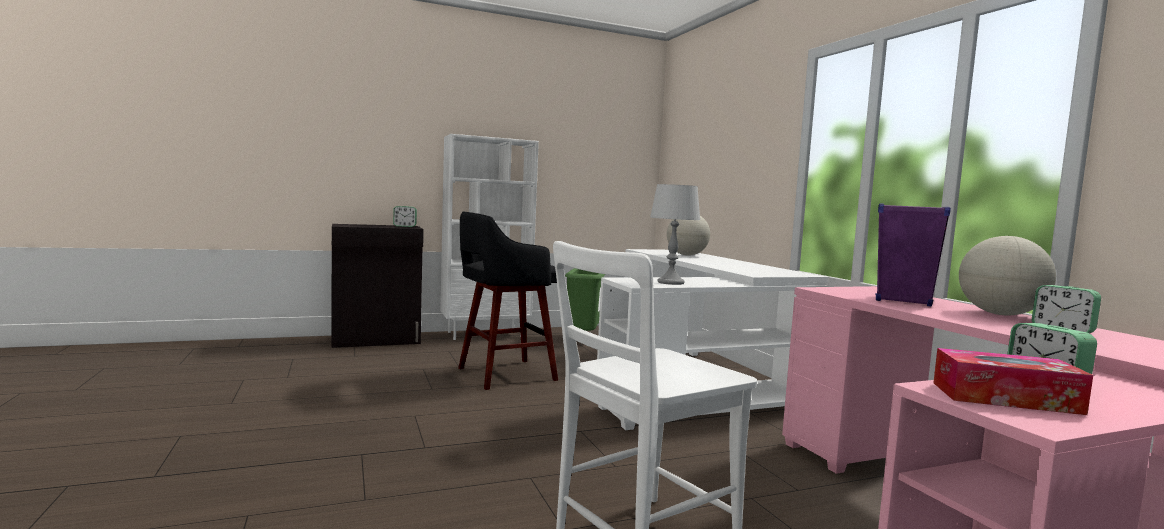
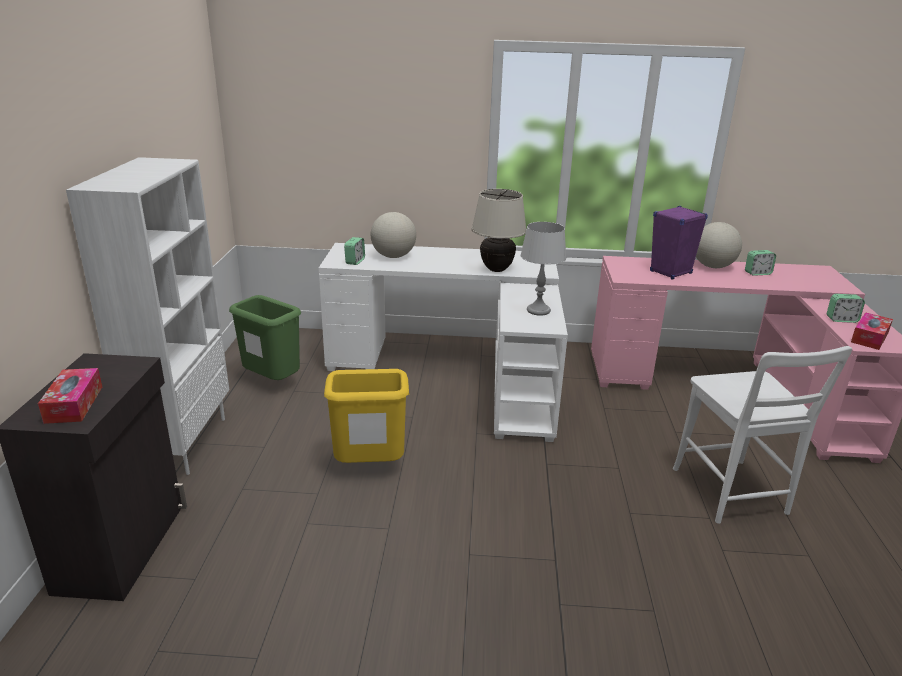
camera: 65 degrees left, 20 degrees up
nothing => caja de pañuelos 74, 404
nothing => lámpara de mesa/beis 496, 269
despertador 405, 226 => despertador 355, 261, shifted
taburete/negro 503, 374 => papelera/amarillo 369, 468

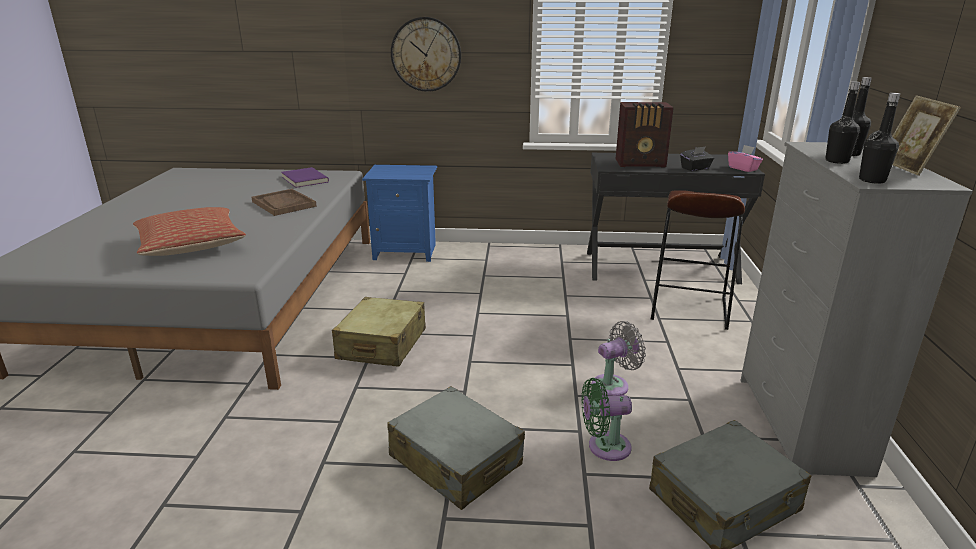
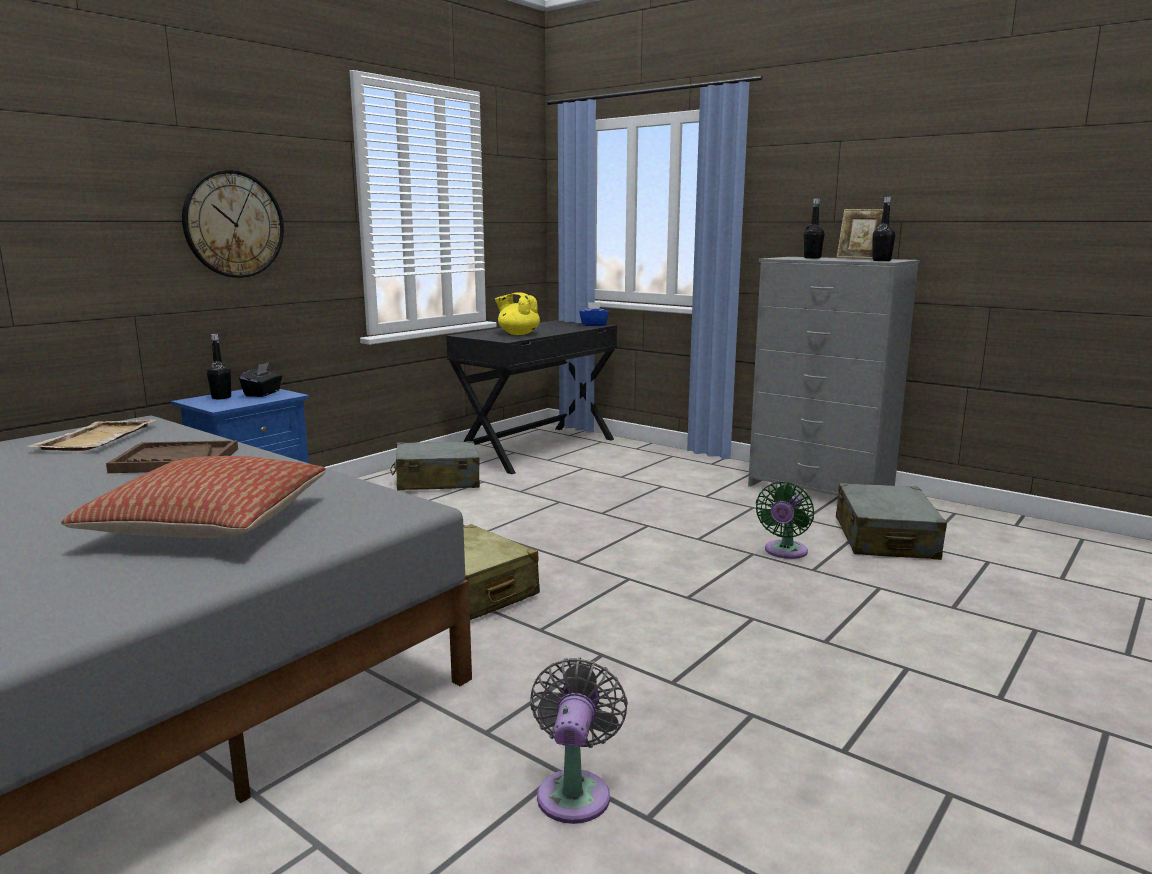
camera: 55 degrees left, 10 degrees down
taburete/marrón 688, 308 => nothing
maleta/gris 455, 461 => maleta/gris 437, 481, shifted
ventilador/gris 613, 385 => ventilador/gris 575, 791, shifted
caja de pañuelos/negro 695, 168 => caja de pañuelos/negro 263, 393, shifted
botella/negro 837, 161 => botella/negro 221, 397, shifted
libro/morado 303, 179 => bandeja/beis 96, 439
radio 641, 163 => tetera/amarillo 518, 334
caja de pañuelos/rosa 743, 168 => caja de pañuelos/azul 593, 325

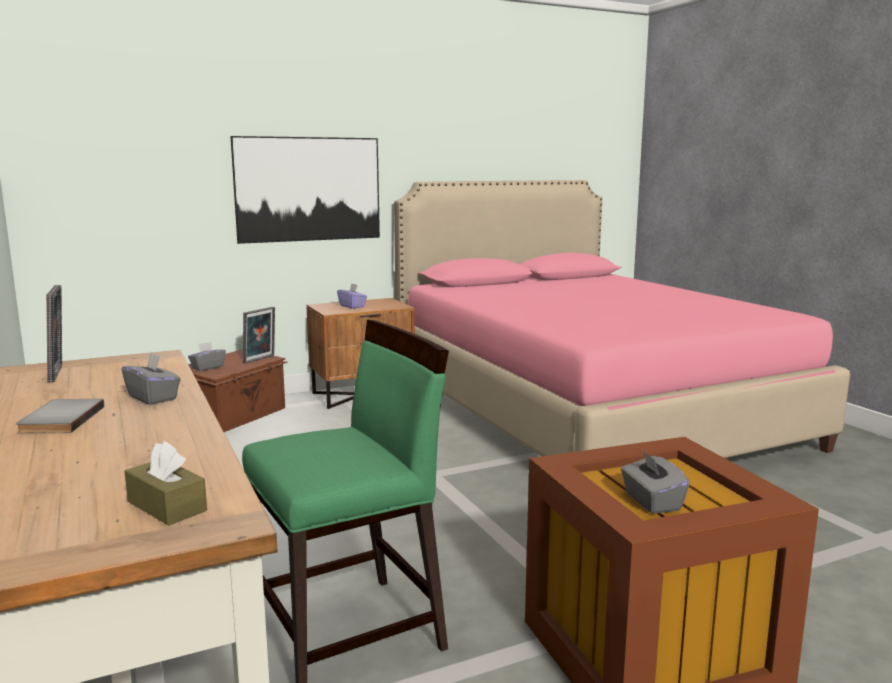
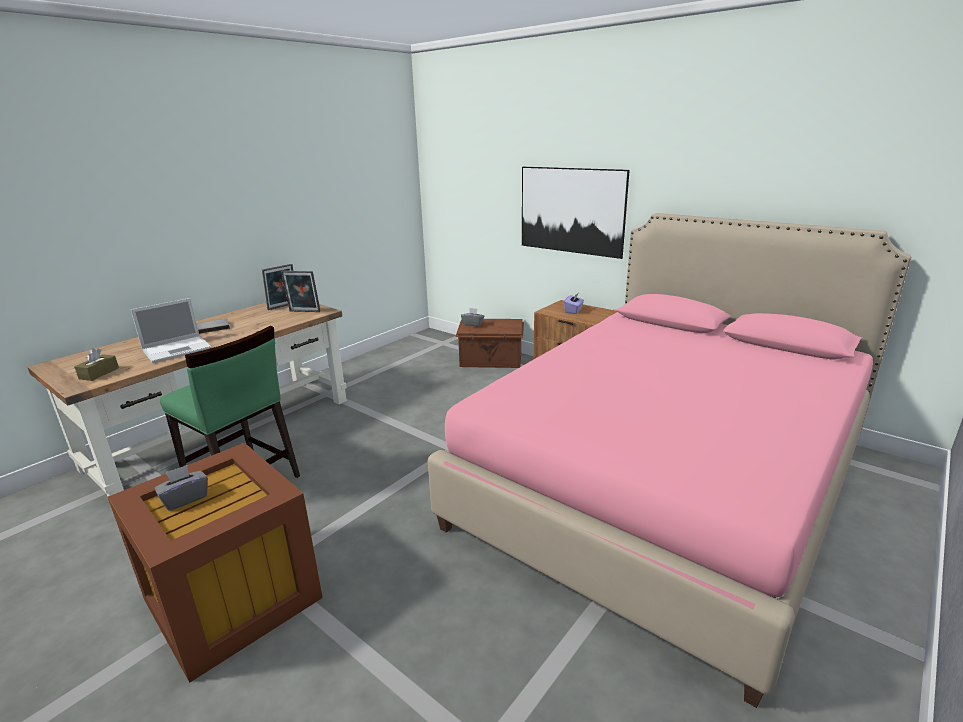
camera: 65 degrees right, 10 degrees up
caja de pañuelos/gris 153, 397 => nothing
nothing => portátil 178, 349
portarretratos 260, 359 => portarretratos 304, 312, shifted

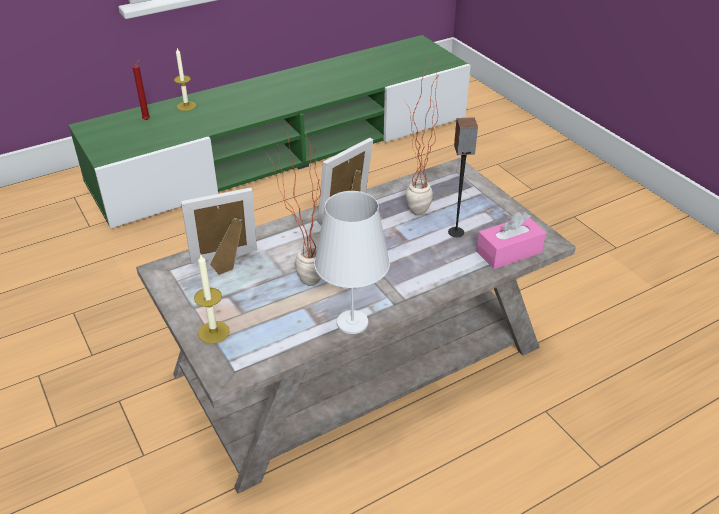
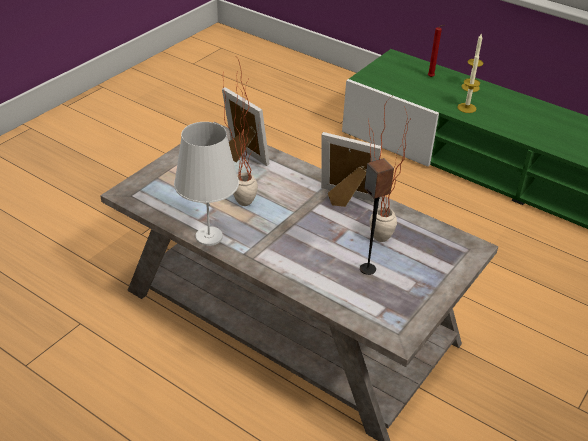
camera: 65 degrees right, 0 degrees up
caja de pañuelos/rosa 509, 252 => nothing
vela 213, 332 => vela 466, 108, shifted

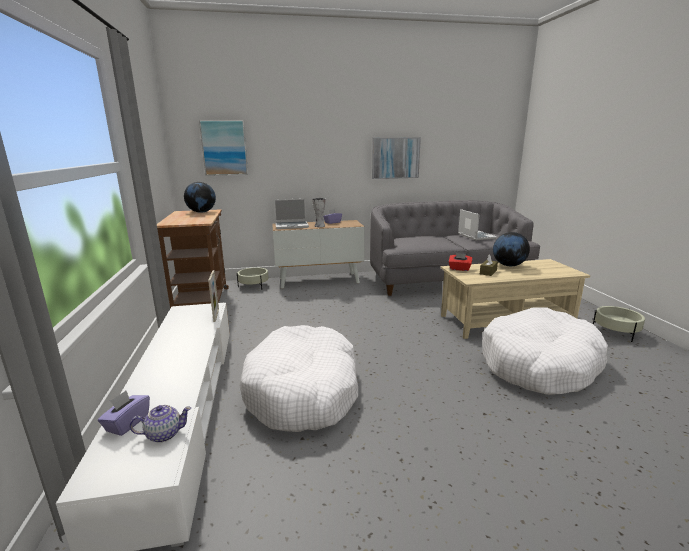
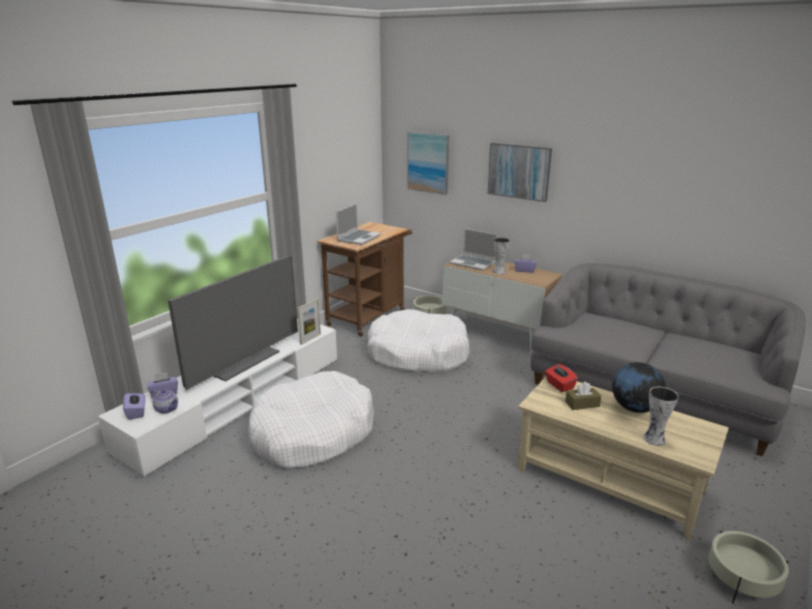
camera: 45 degrees right, 5 degrees up
globo terráqueo 201, 212 => nothing
nothing => caja de pañuelos/morado 136, 412
nothing => televisor 242, 360
nothing => florero 654, 440
cuadro 395, 158 => cuadro 519, 171, shifted
portátil 475, 236 => portátil 358, 238, shifted
cama para perro/blanco 539, 364 => cama para perro/blanco 418, 353, shifted

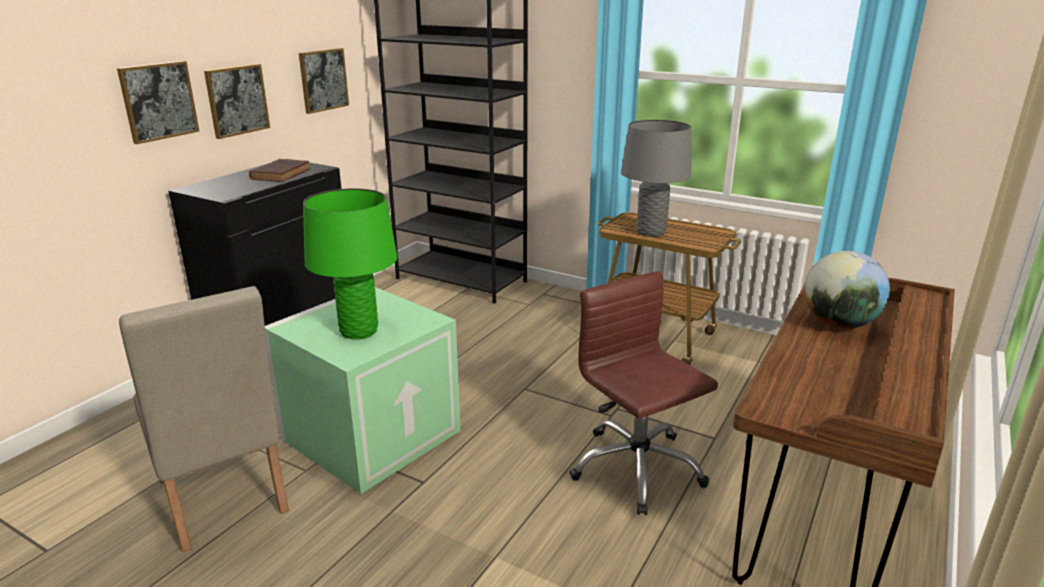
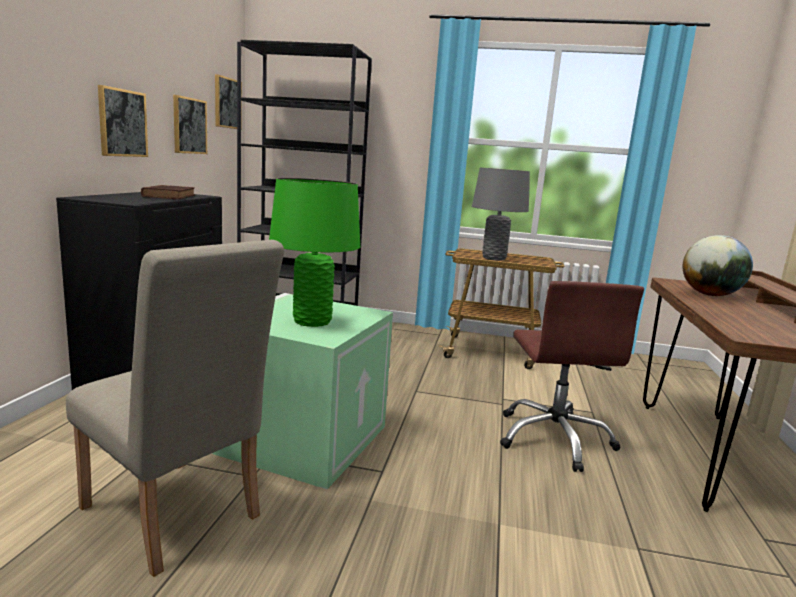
camera: 20 degrees left, 10 degrees down
cuadro 158, 101 => cuadro 227, 103, shifted
silla de oficina/marrón 636, 468 => silla de oficina/marrón 554, 439, 135 degrees counterclockwise

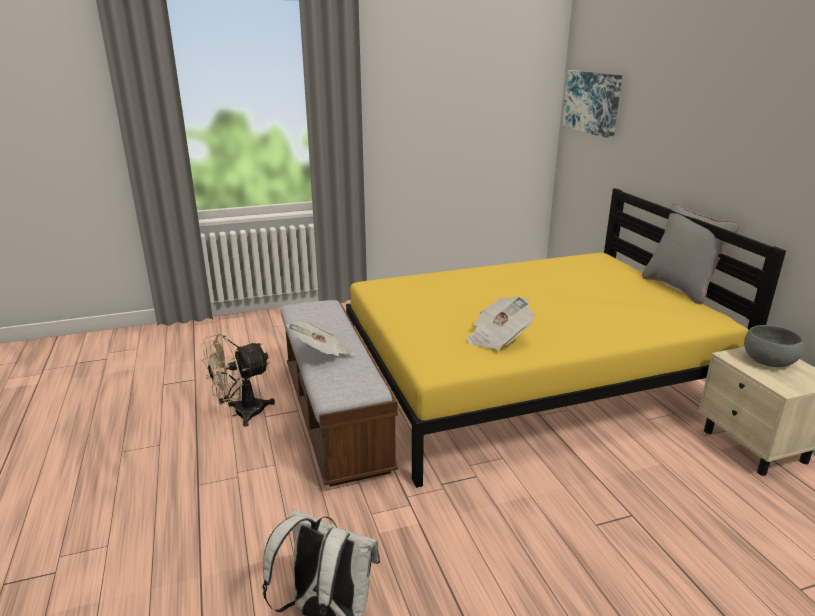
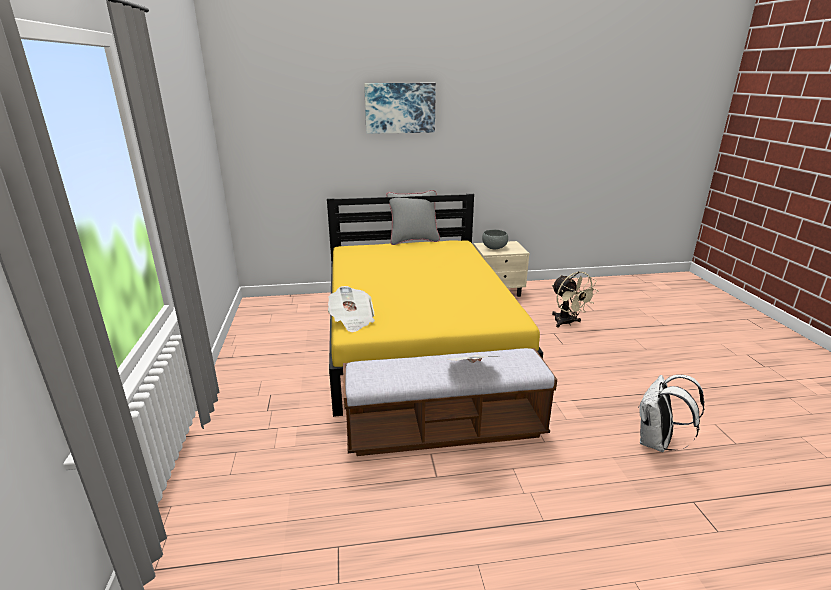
camera: 80 degrees left, 0 degrees up
ventilador/beis 241, 413 => ventilador/beis 567, 323, shifted
periódico 497, 338 => periódico 352, 320, shifted
cuadro 592, 102 => cuadro 400, 108, shifted

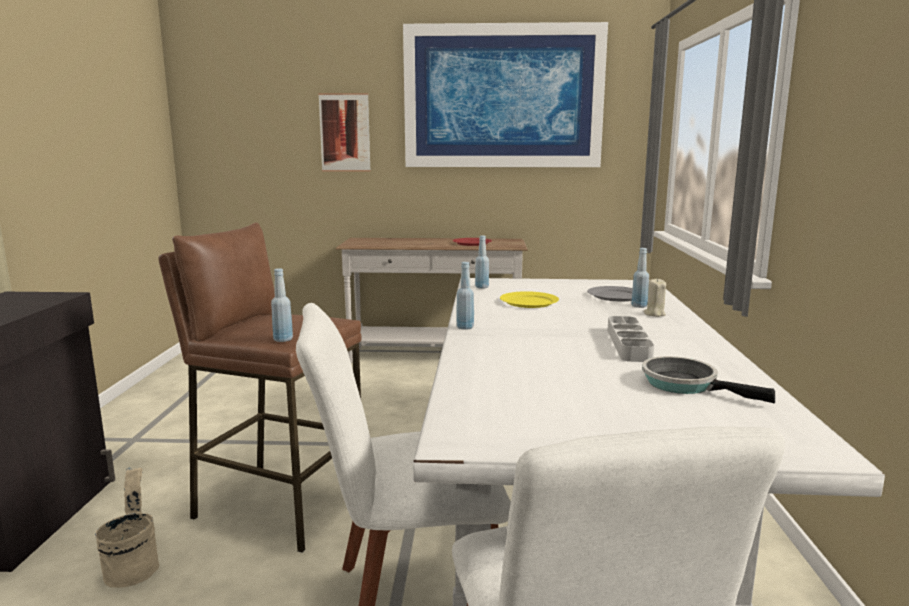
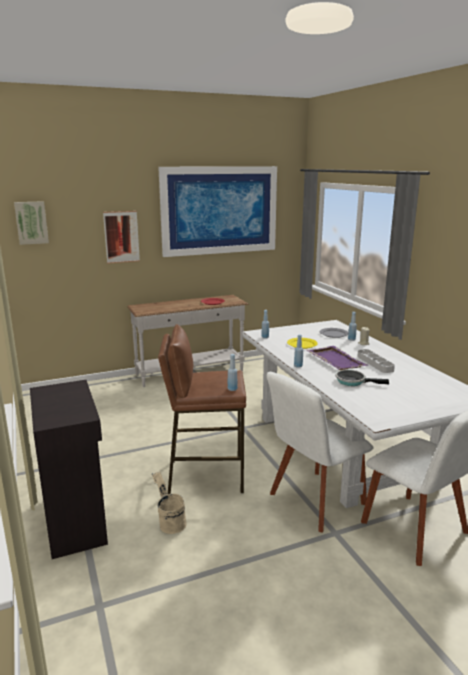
camera: 25 degrees left, 5 degrees up
nothing => cuadro 31, 222
nothing => bandeja/morado 335, 359
sartén 685, 384 => sartén 353, 381, shifted

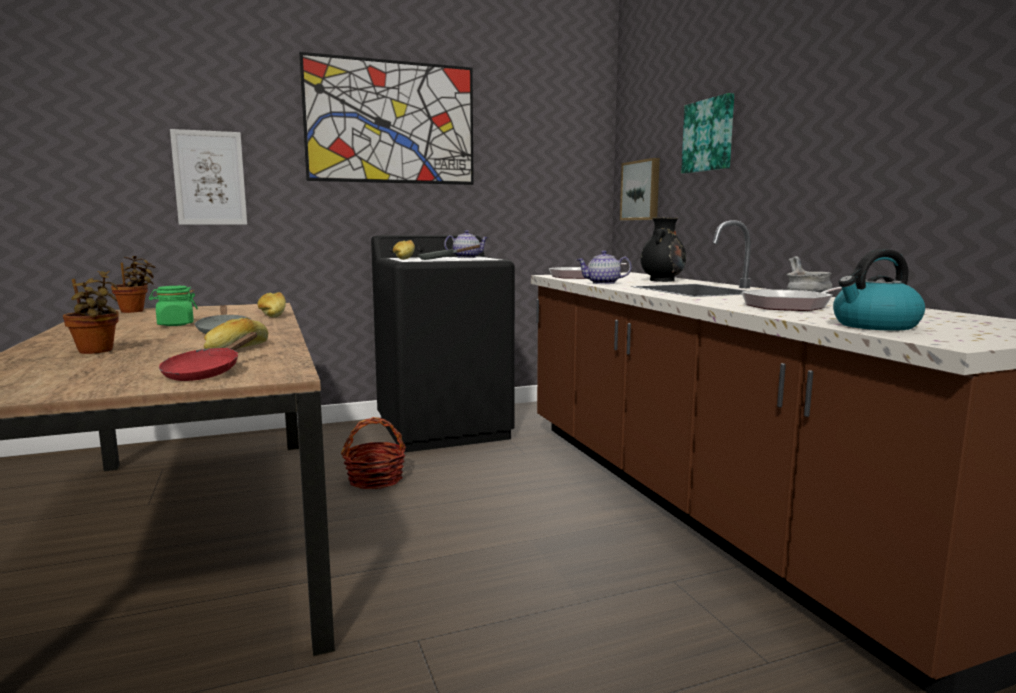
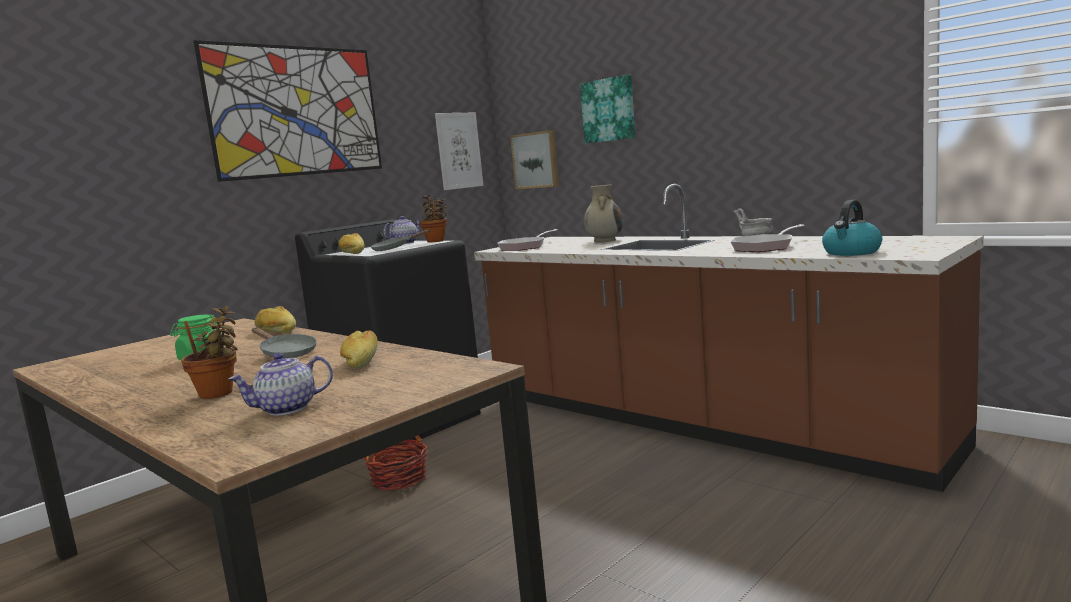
camera: 25 degrees left, 0 degrees up
sartén/rojo 207, 372 => nothing
planta en maceta 135, 311 => planta en maceta 436, 241, shifted
cuadro 209, 178 => cuadro 459, 150, shifted
tetera 603, 283 => tetera 287, 409, shifted
florero/negro 662, 280 => florero/beis 604, 240

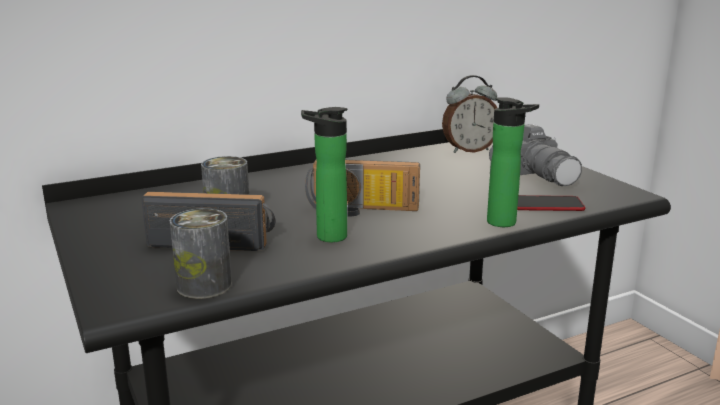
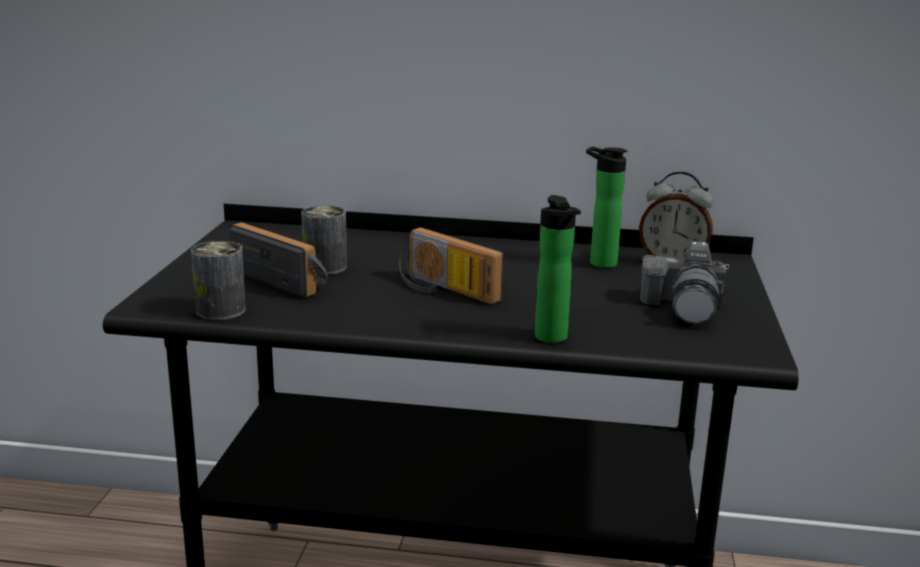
camera: 35 degrees right, 0 degrees up
móvil 546, 205 => nothing
botella 326, 237 => botella 599, 263, shifted

